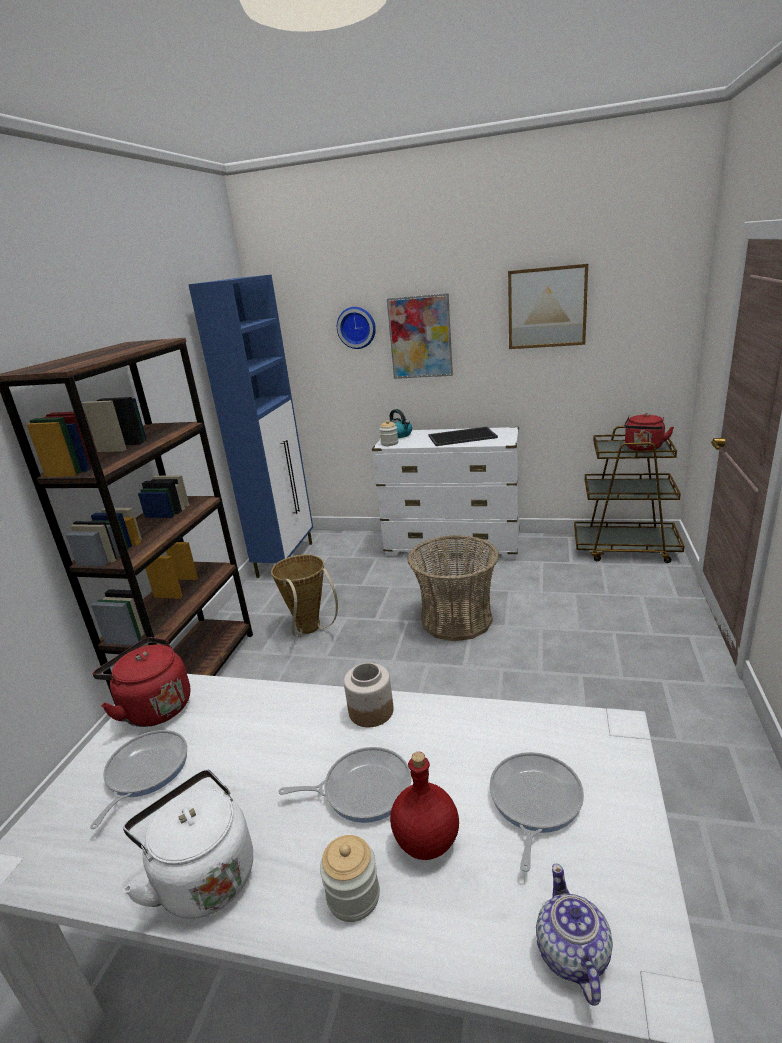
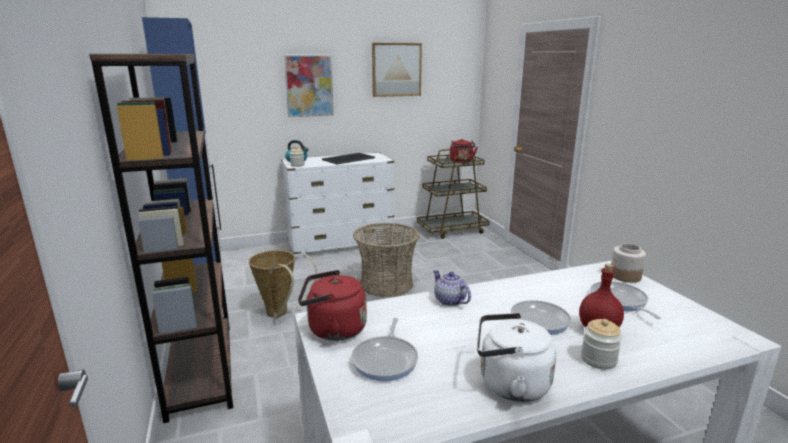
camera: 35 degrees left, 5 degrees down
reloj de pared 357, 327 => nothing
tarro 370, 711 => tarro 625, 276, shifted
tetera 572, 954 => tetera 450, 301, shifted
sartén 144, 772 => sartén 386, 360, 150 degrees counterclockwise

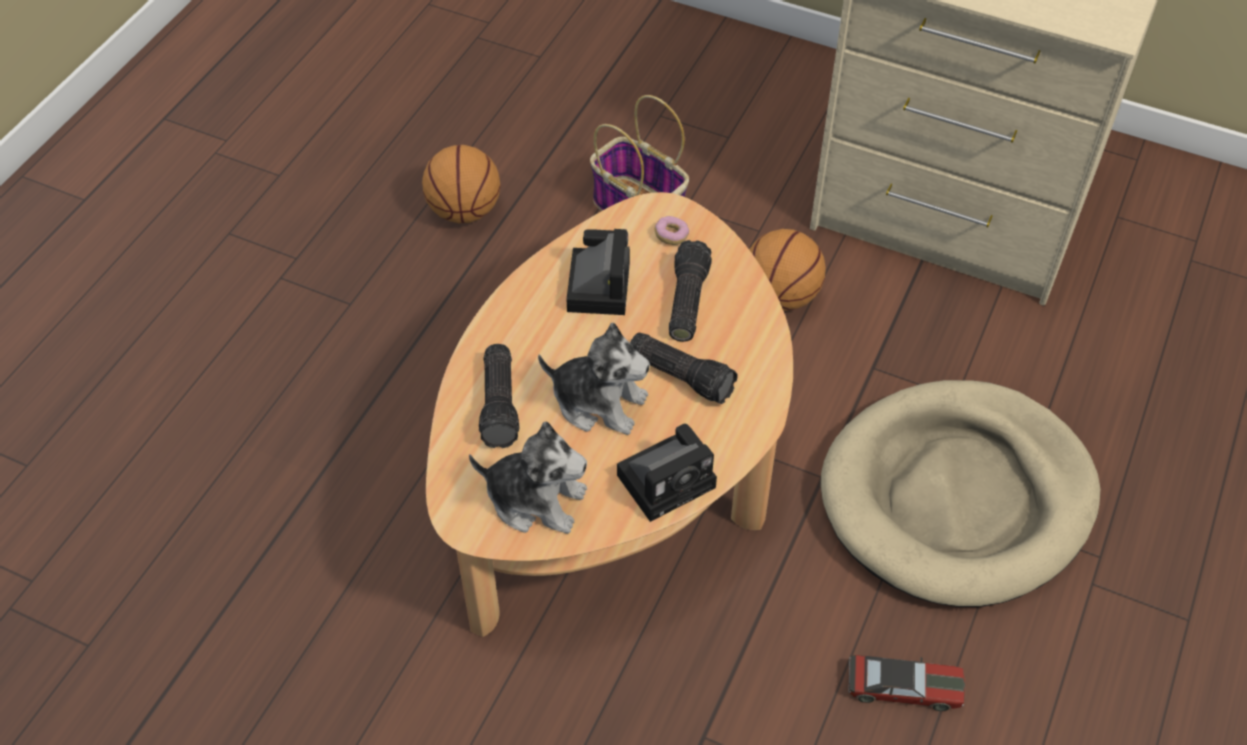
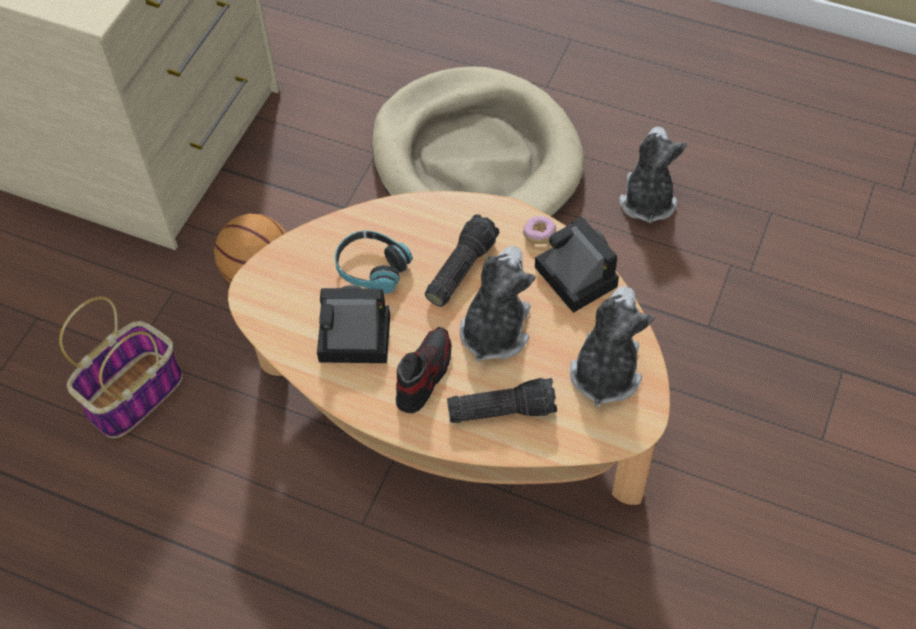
camera: 90 degrees left, 5 degrees up
balón de baloncesto 465, 211 => nothing
nothing => zapato 424, 375
rosquilla 671, 236 => rosquilla 539, 234, shifted
linterna 685, 301 => auriculares 372, 268
coche de juguete 904, 687 => peluche 647, 200

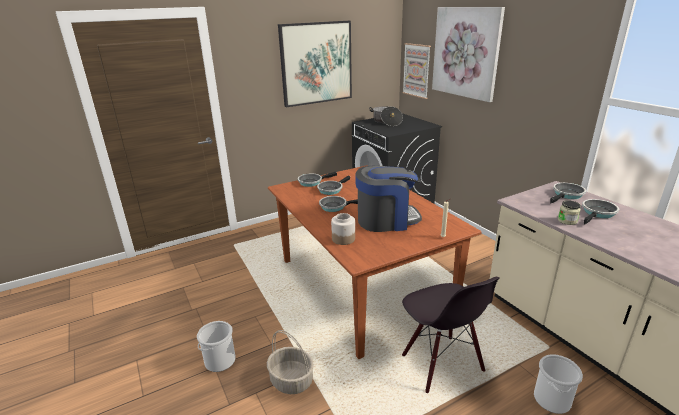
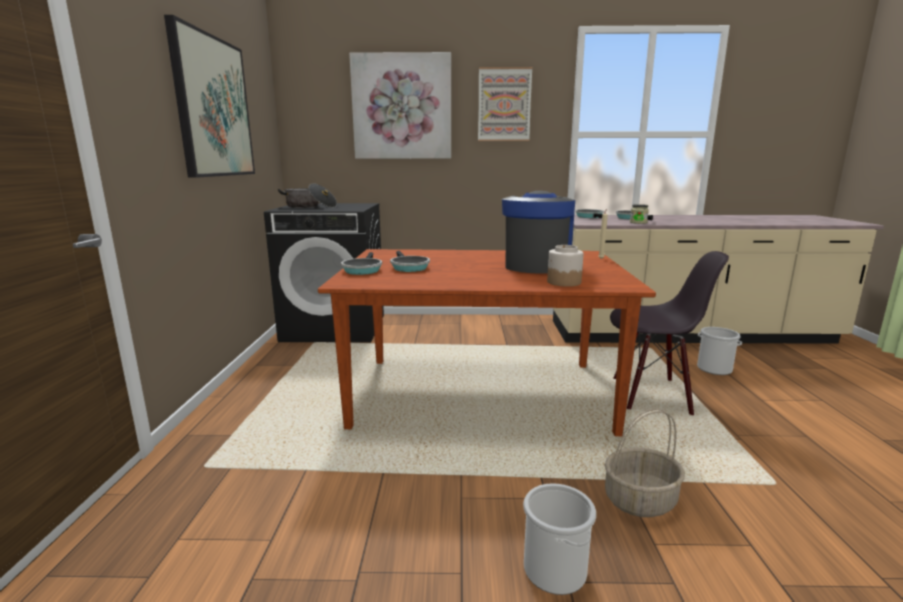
camera: 60 degrees left, 10 degrees down
sartén 335, 206 => nothing
cuadro 416, 70 => cuadro 504, 105, shifted

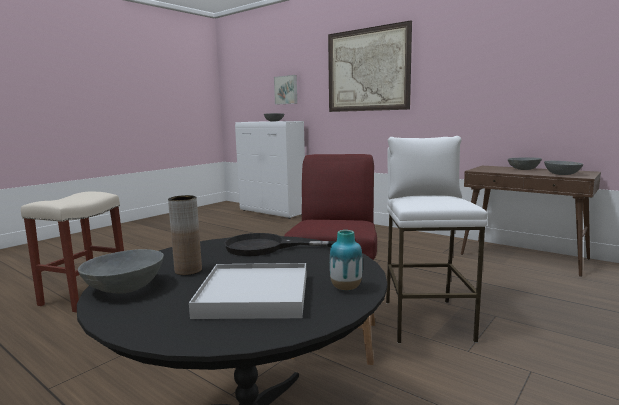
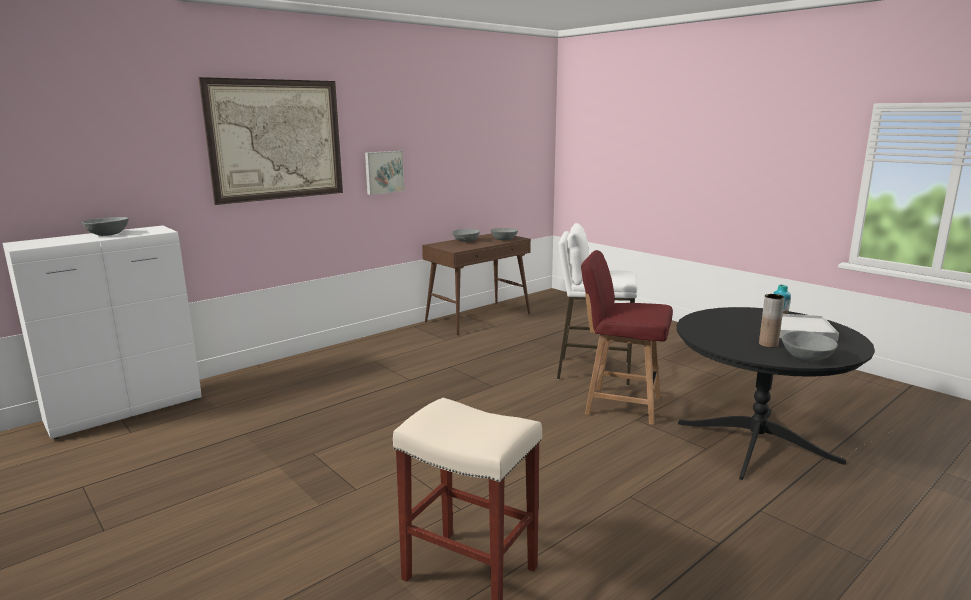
camera: 80 degrees left, 5 degrees up
sartén/negro 266, 247 => nothing
cuadro 286, 90 => cuadro 383, 172, shifted

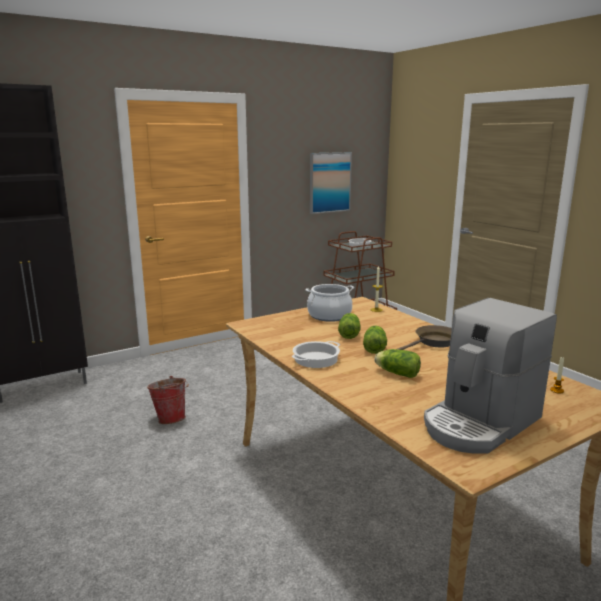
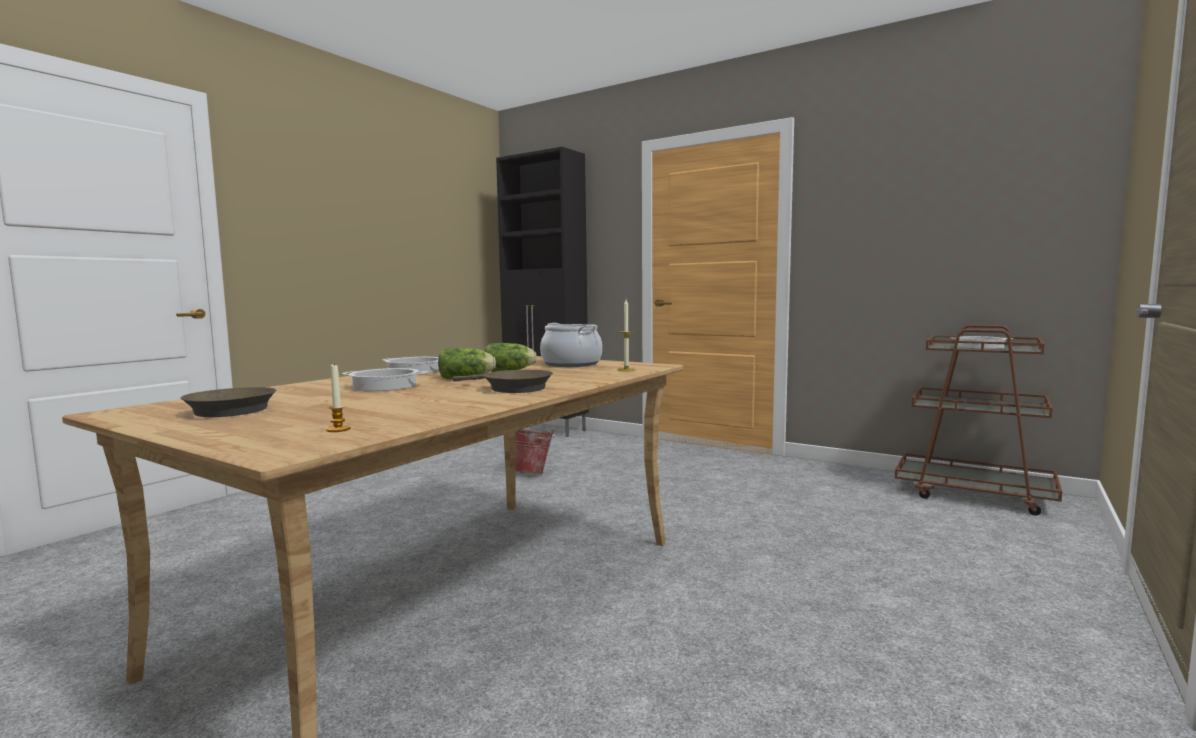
camera: 65 degrees right, 10 degrees down
cuadro 329, 182 => nothing
lechuga 396, 373 => olla 384, 386
cafetera 480, 423 => sartén/marrón 227, 410

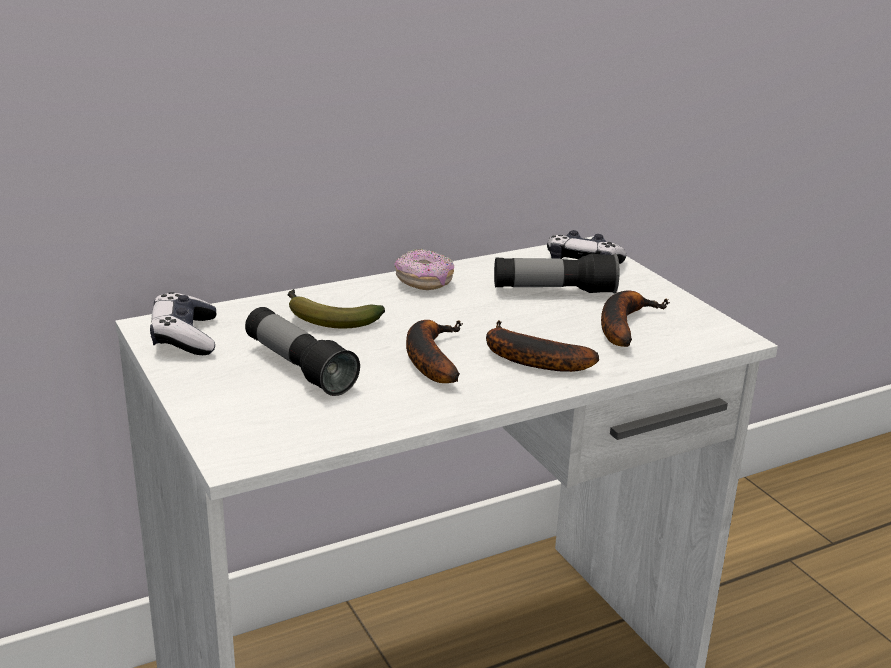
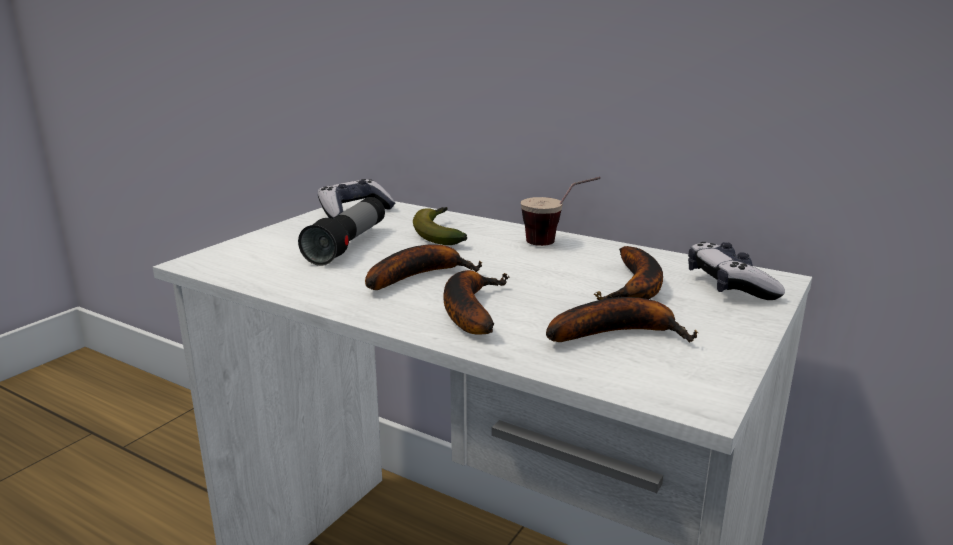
camera: 60 degrees right, 5 degrees down
rosquilla 424, 283 => taza 557, 243
linterna 554, 291 => plátano 637, 288

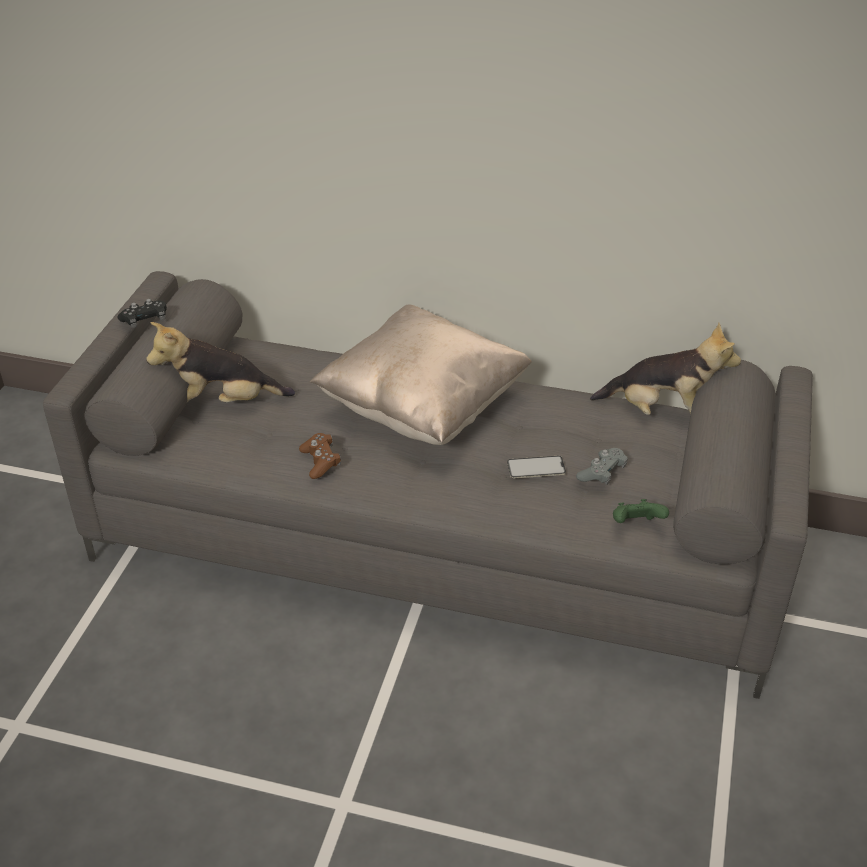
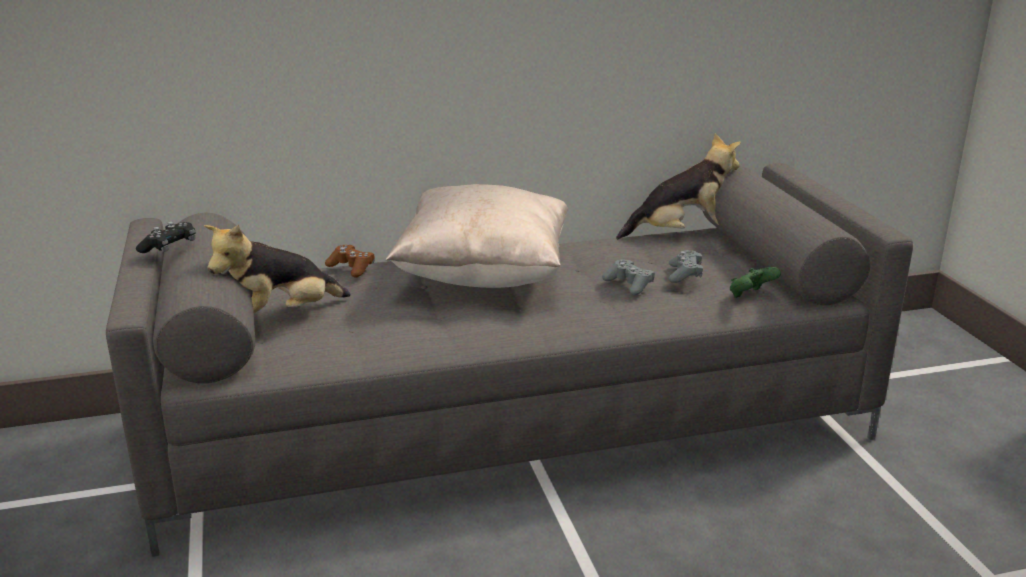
camera: 30 degrees left, 15 degrees down
mando de consola/marrón 320, 462 => mando de consola/marrón 351, 268, shifted
móvil 536, 467 => mando de consola/gris 629, 284

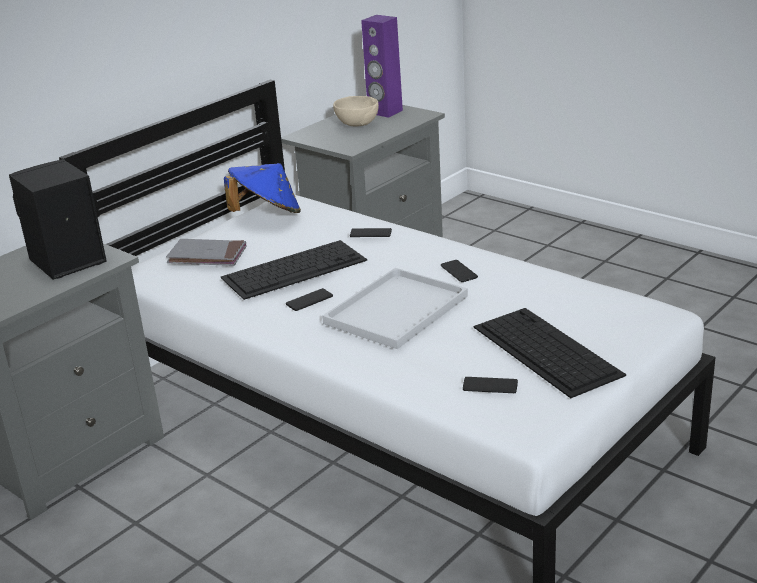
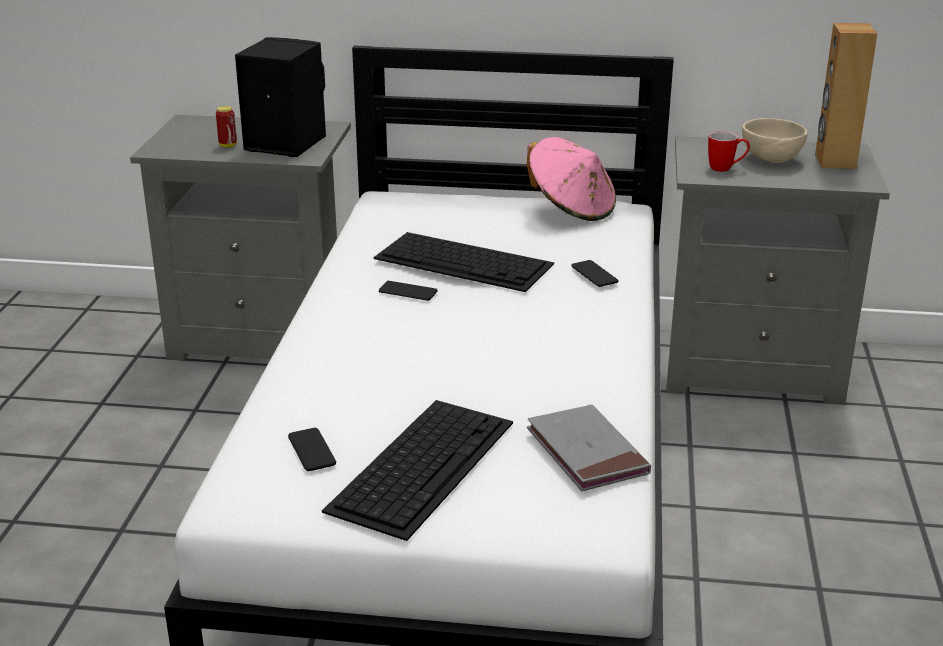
camera: 55 degrees right, 0 degrees up
bandeja/blanco 396, 311 => nothing
móvil 459, 271 => nothing
nothing => lata 228, 145
nothing => taza grande 726, 168
libro/gris 207, 256 => libro/gris 586, 452, shifted
sombrero/azul 267, 214 => sombrero/rosa 571, 208
altavoz/morado 385, 112 => altavoz/marrón 834, 161

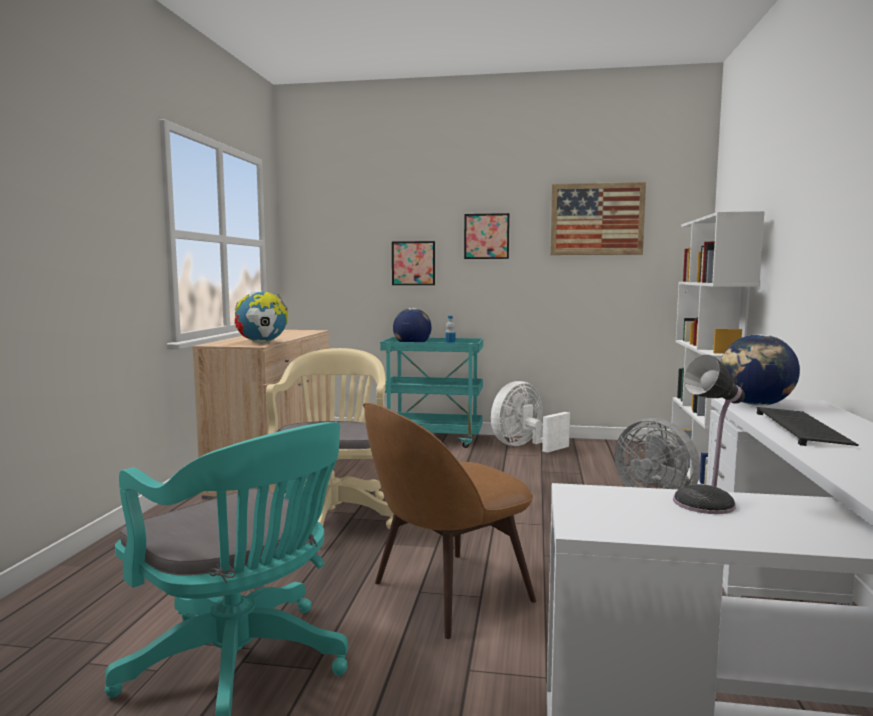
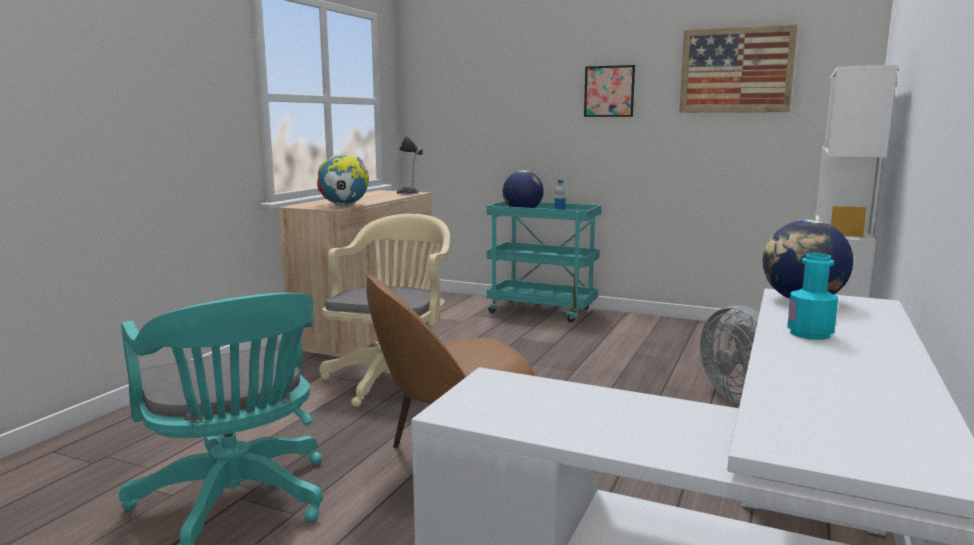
camera: 15 degrees right, 5 degrees up
cuadro 413, 263 => nothing
ventilador/blanco 524, 446 => nothing
lámpara de mesa 707, 502 => lámpara de mesa 409, 193, shifted
teclado 803, 429 => botella/turquesa 810, 334

